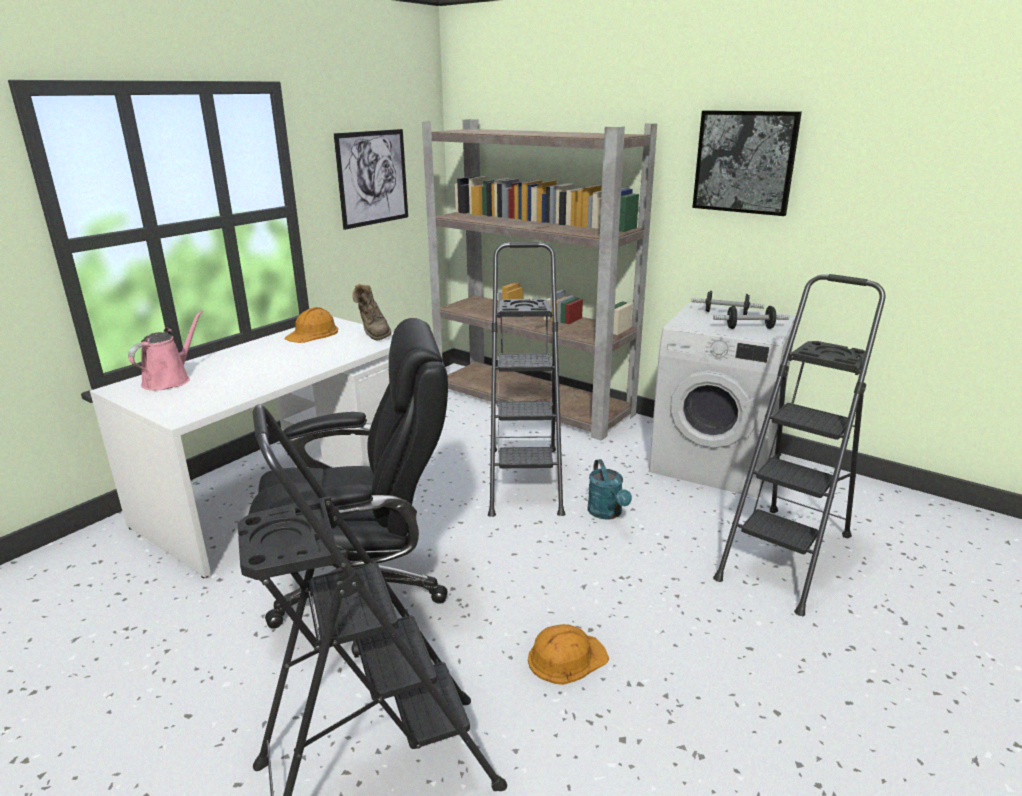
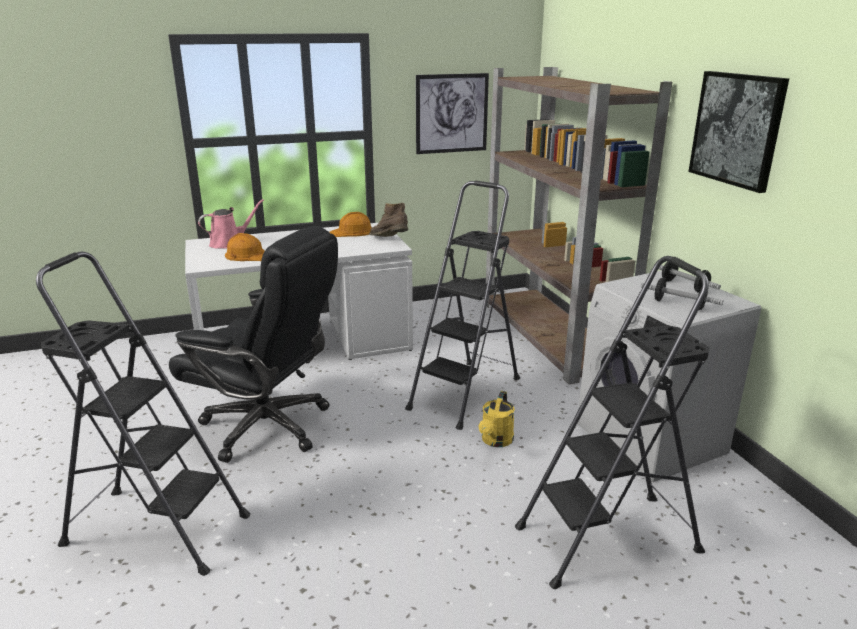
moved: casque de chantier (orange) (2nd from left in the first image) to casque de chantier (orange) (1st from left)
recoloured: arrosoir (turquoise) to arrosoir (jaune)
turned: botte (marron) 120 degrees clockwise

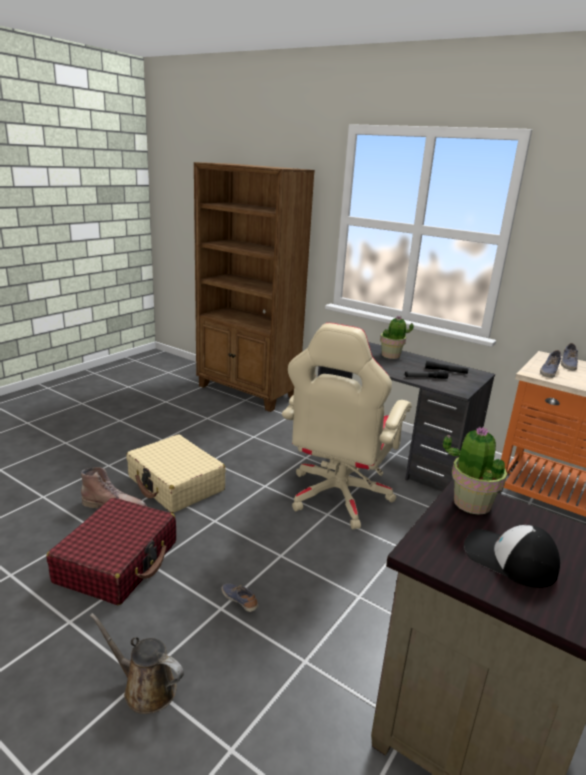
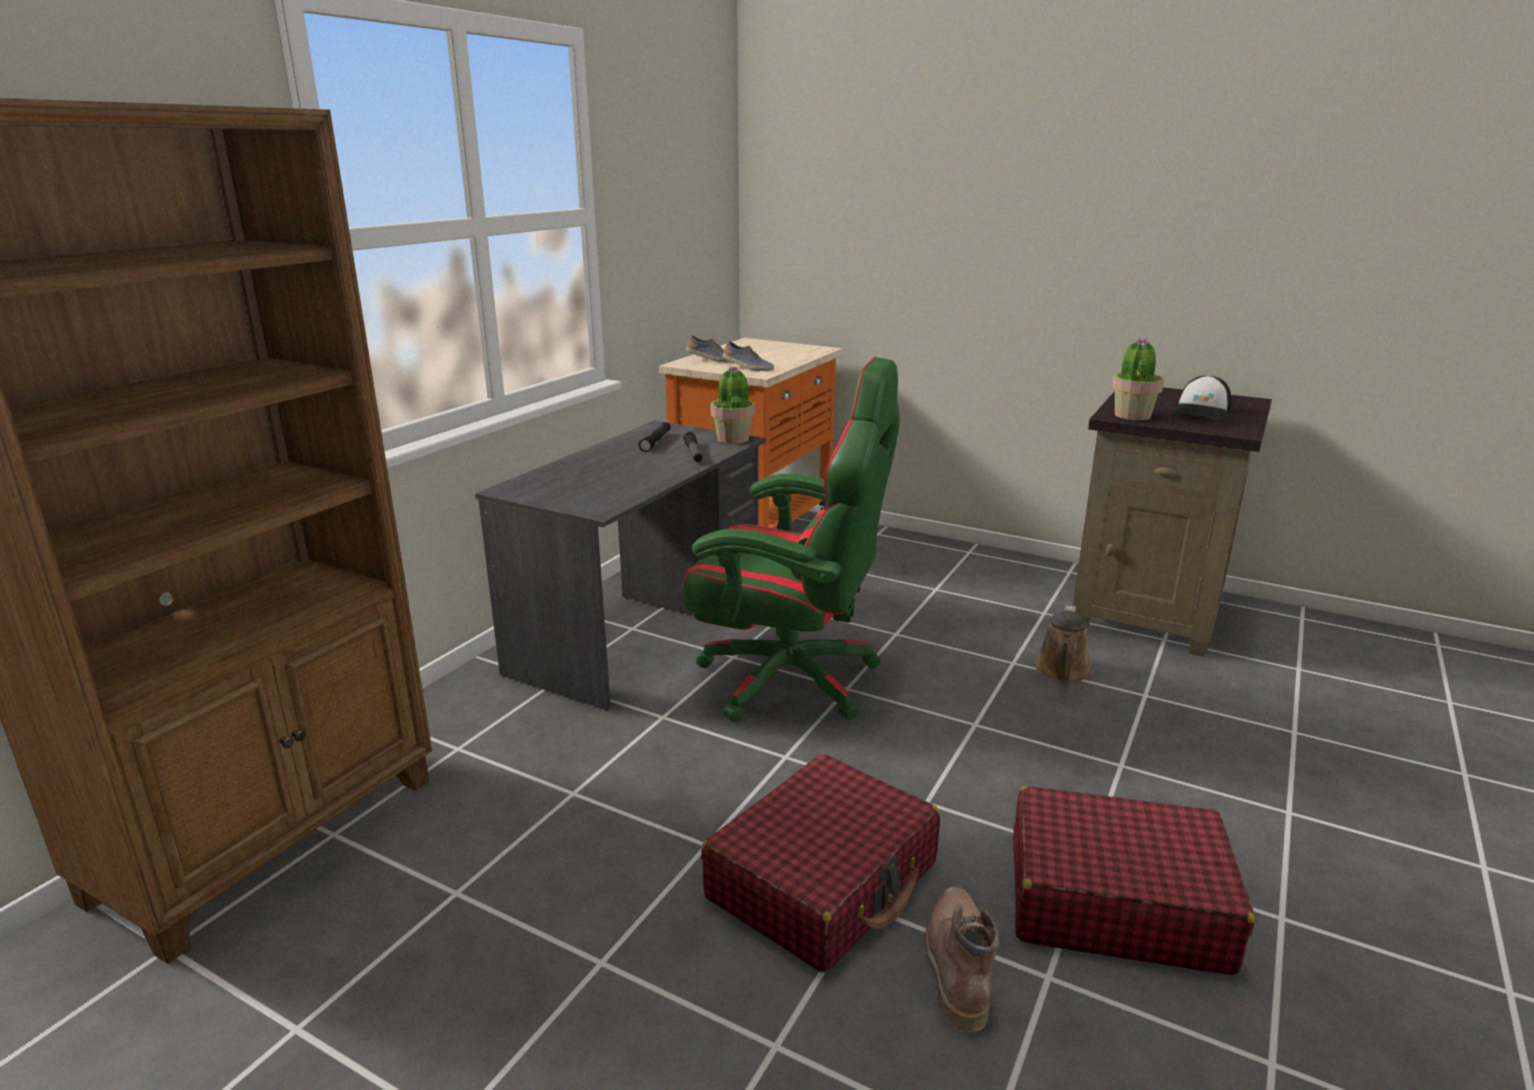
removed: chaussure (1st from left)
moved: arrosoir (marron); plante en pot (1st from left)
recoloured: valise (beige) to valise (rouge) (1st from left); chaise de bureau (beige) to chaise de bureau (vert)

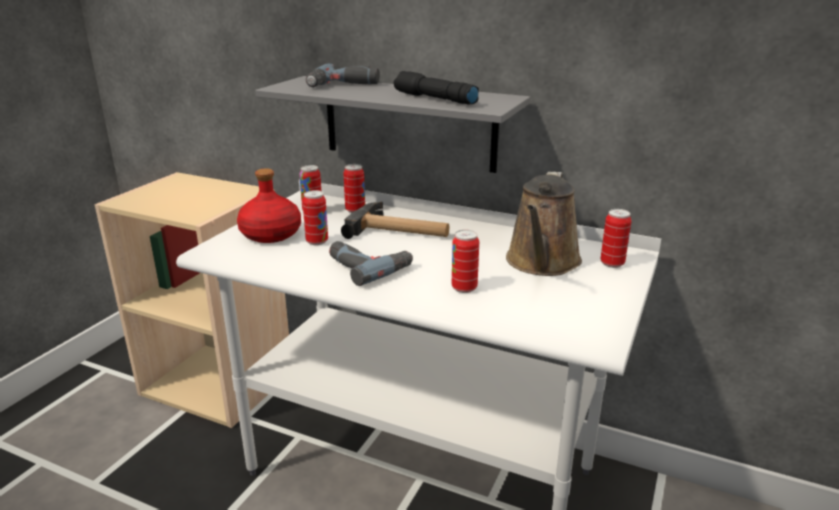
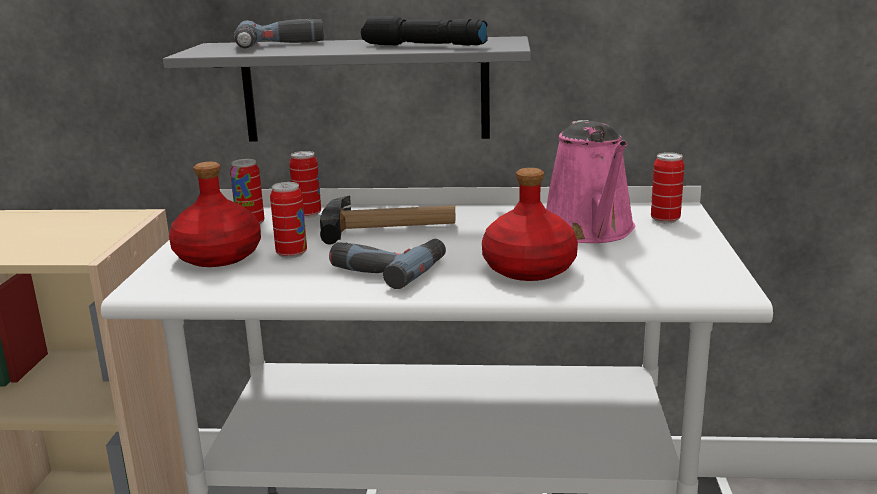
replaced: boîte métallique (4th from left) to bouteille (rouge) (2nd from left)
recoloured: arrosoir (marron) to arrosoir (rose)

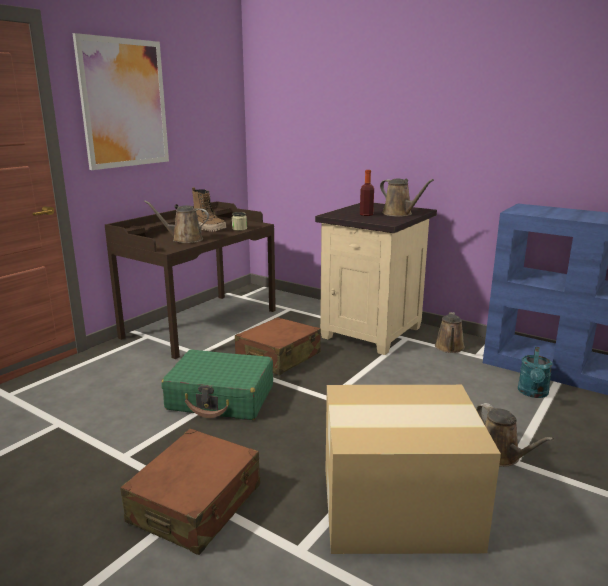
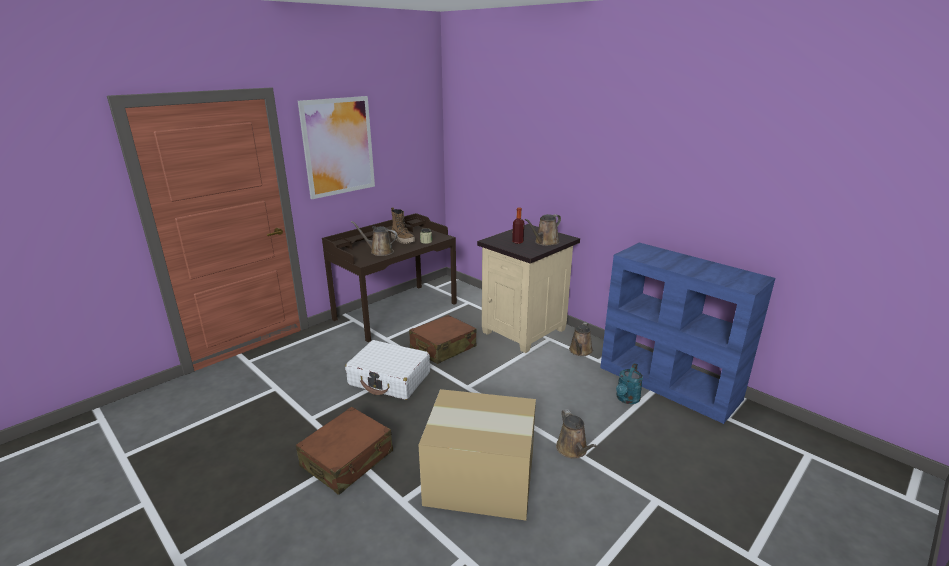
recoloured: valise (vert) to valise (blanc)
turned: arrosoir (marron) (2nd from left) 75 degrees clockwise

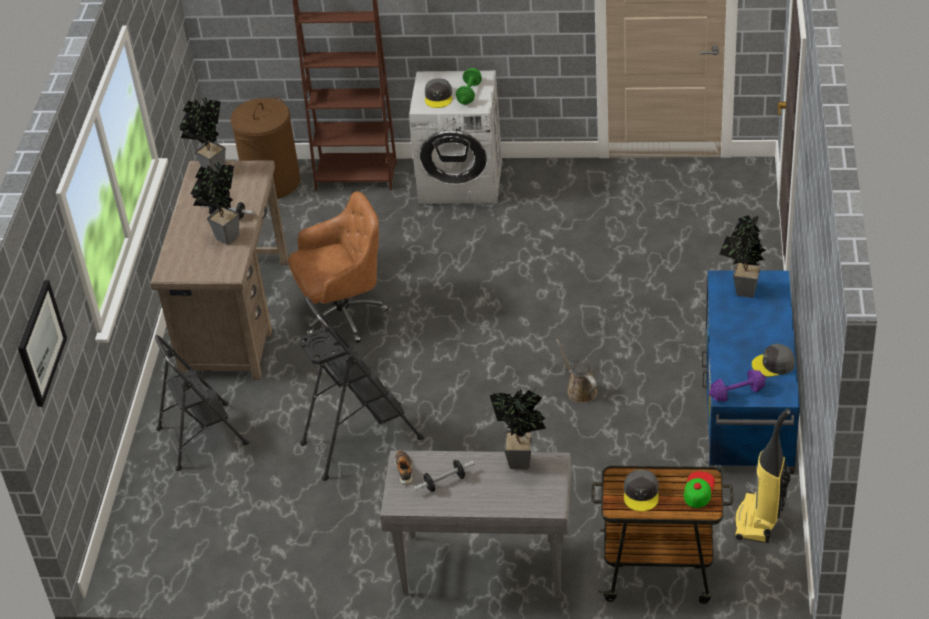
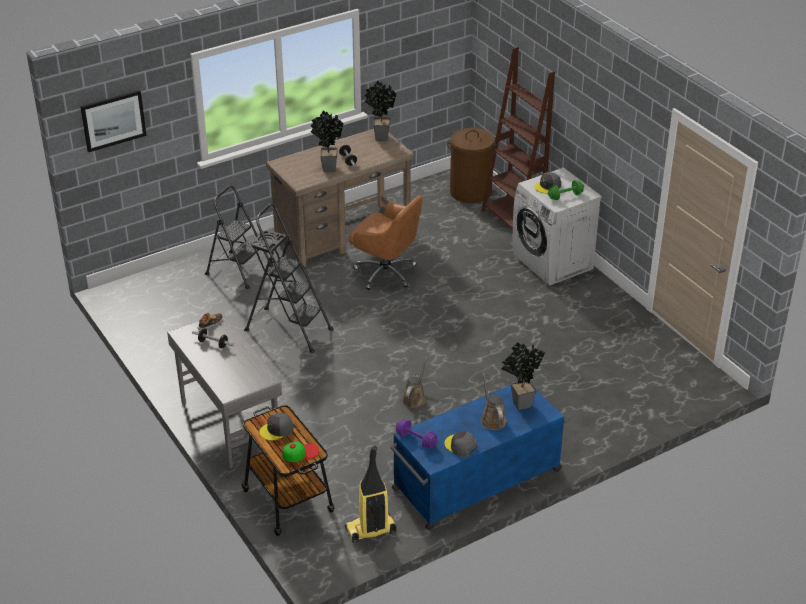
removed: plante en pot (3rd from left)
added: arrosoir (marron) (2nd from left)

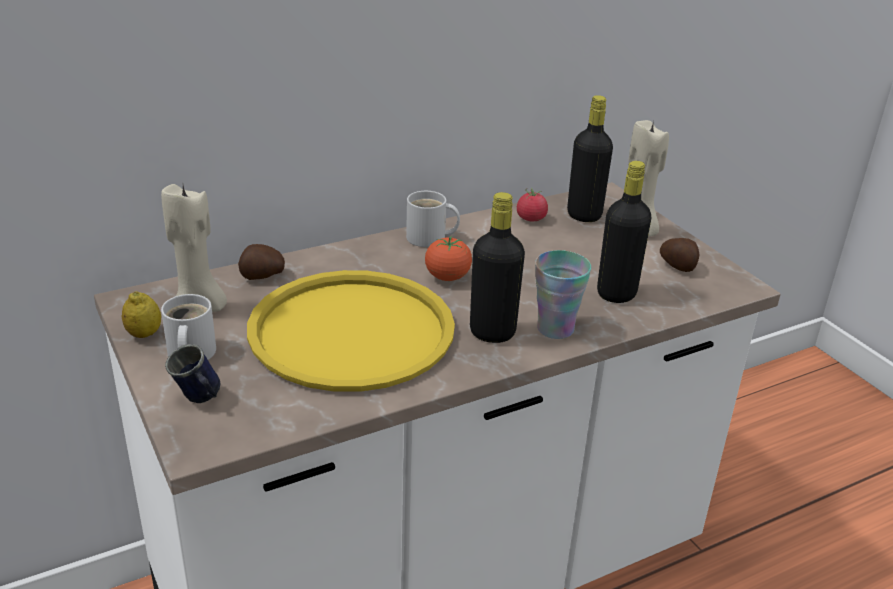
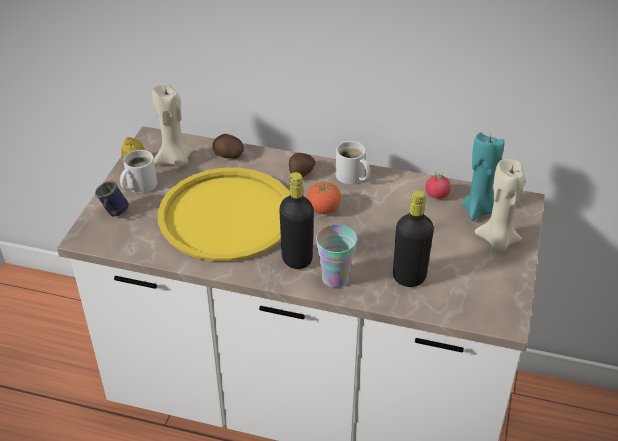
moved: pomme de terre (2nd from left)
replaced: bouteille (noir) (2nd from left) to bougie (turquoise)

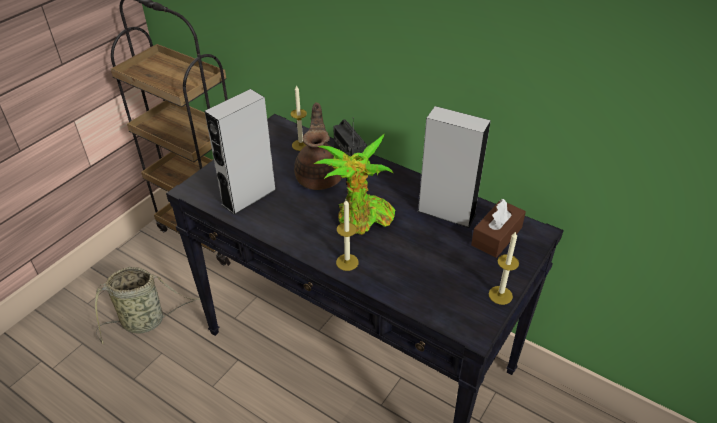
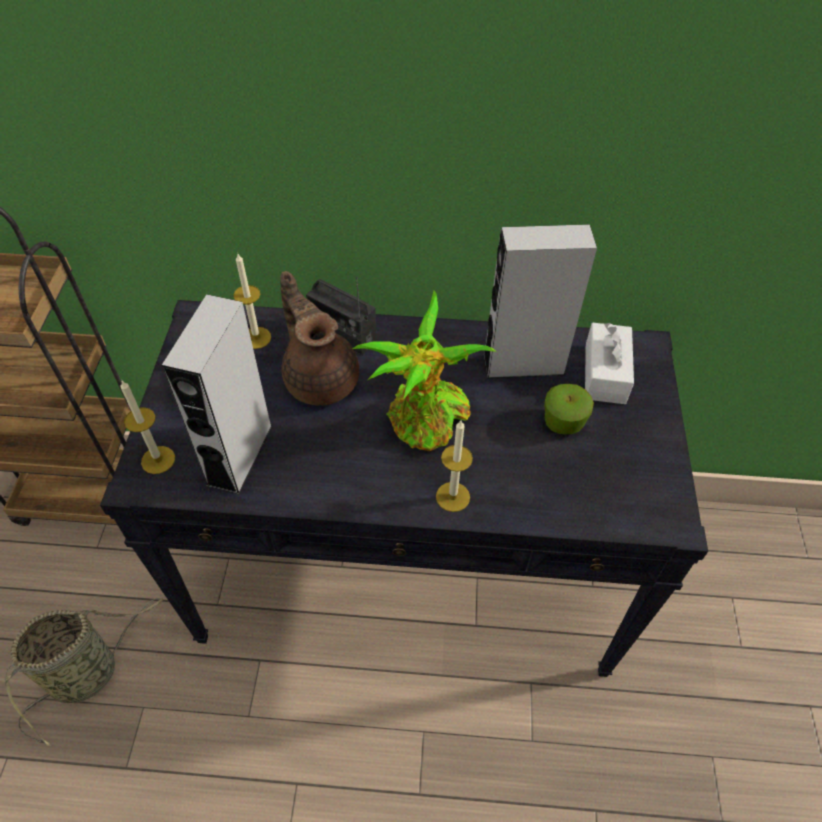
added: pomme
moved: bougie (3rd from left in the first image) to bougie (1st from left)
recoloured: boîte à mouchoirs (marron) to boîte à mouchoirs (blanc)

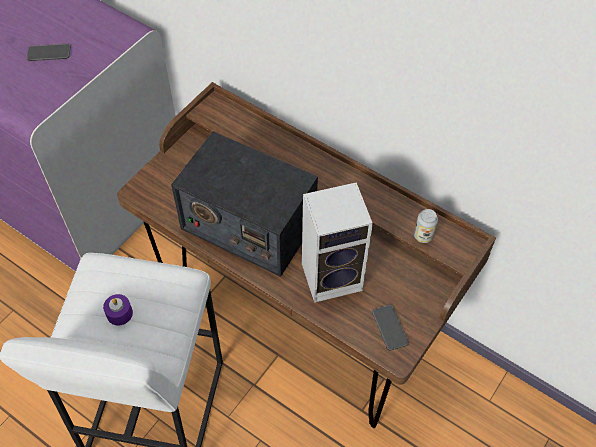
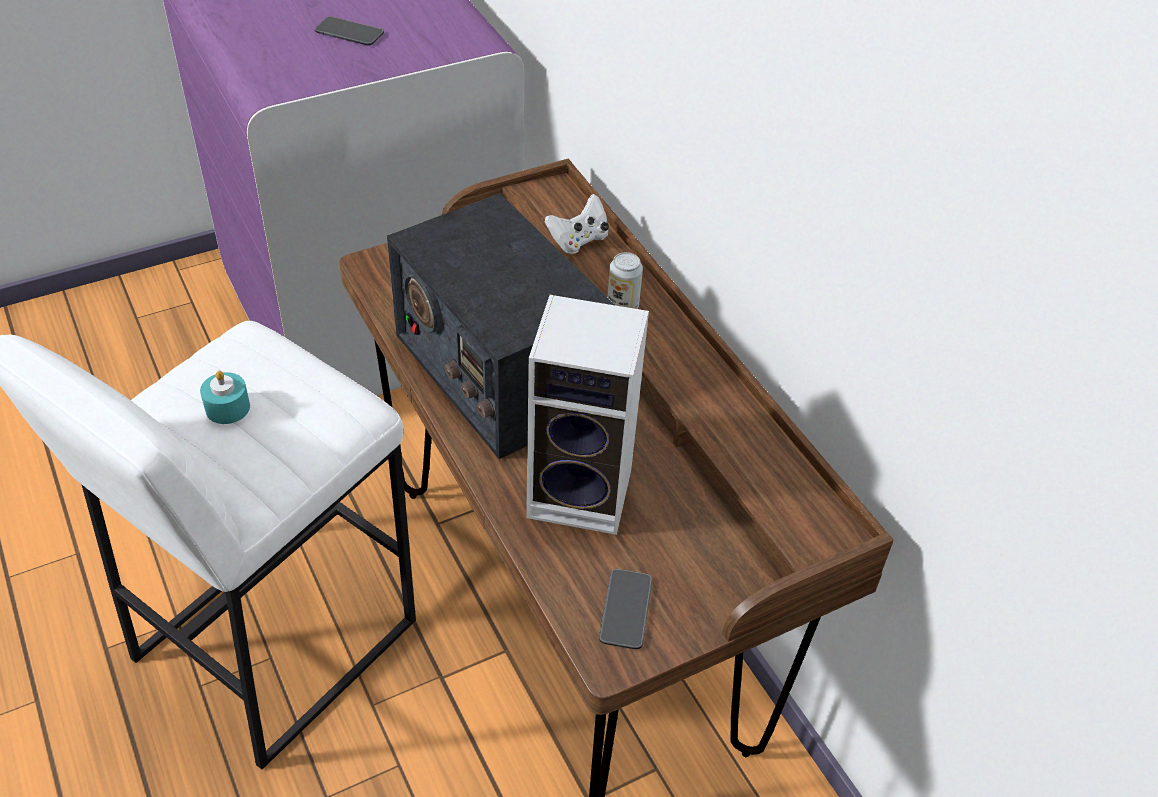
added: manette (blanc)
moved: boîte métallique
recoloured: bougie (violet) to bougie (turquoise)

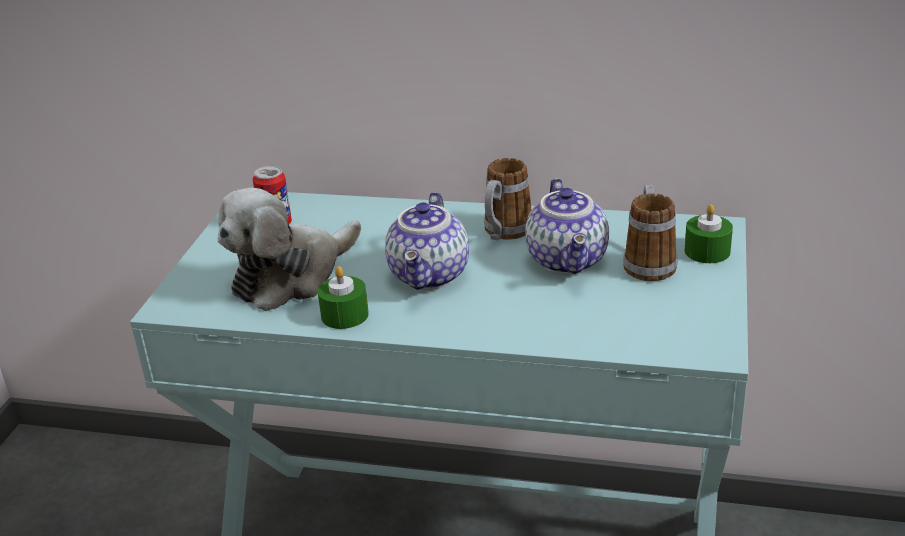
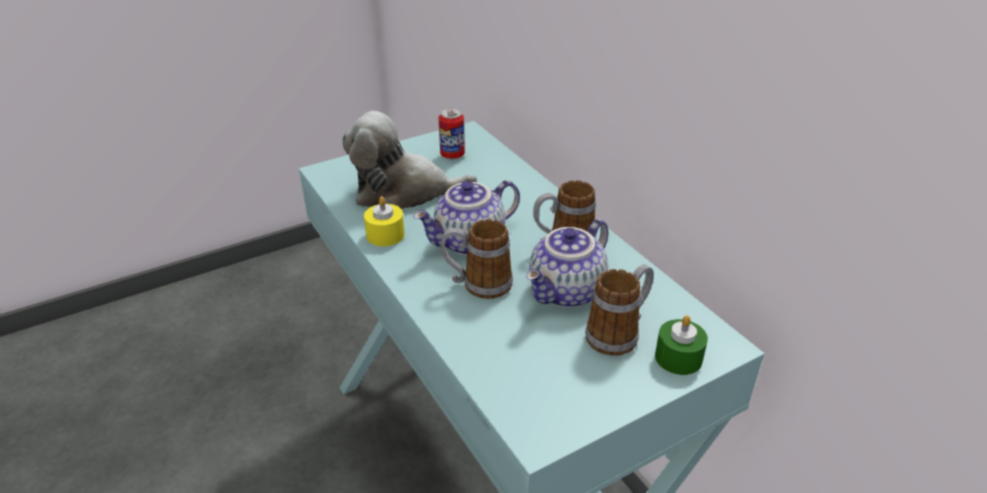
added: mug (1st from left)
recoloured: bougie (vert) (1st from left) to bougie (jaune)

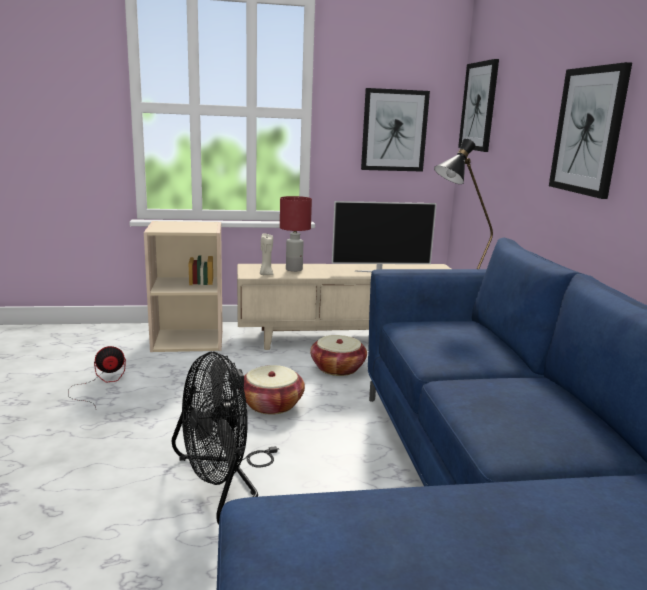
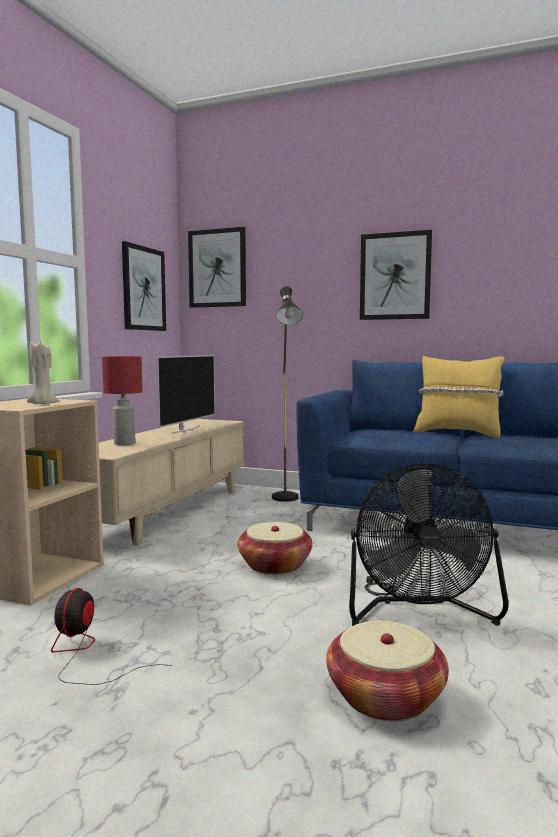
added: coussin (jaune)
moved: bougie (beige); panier (2nd from left)

